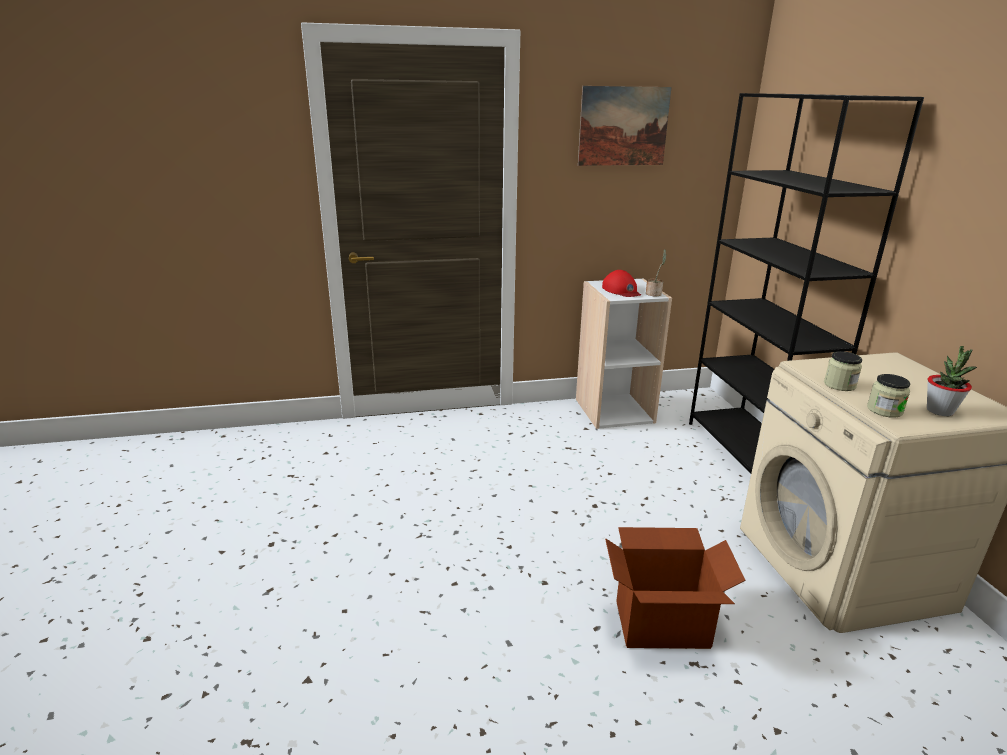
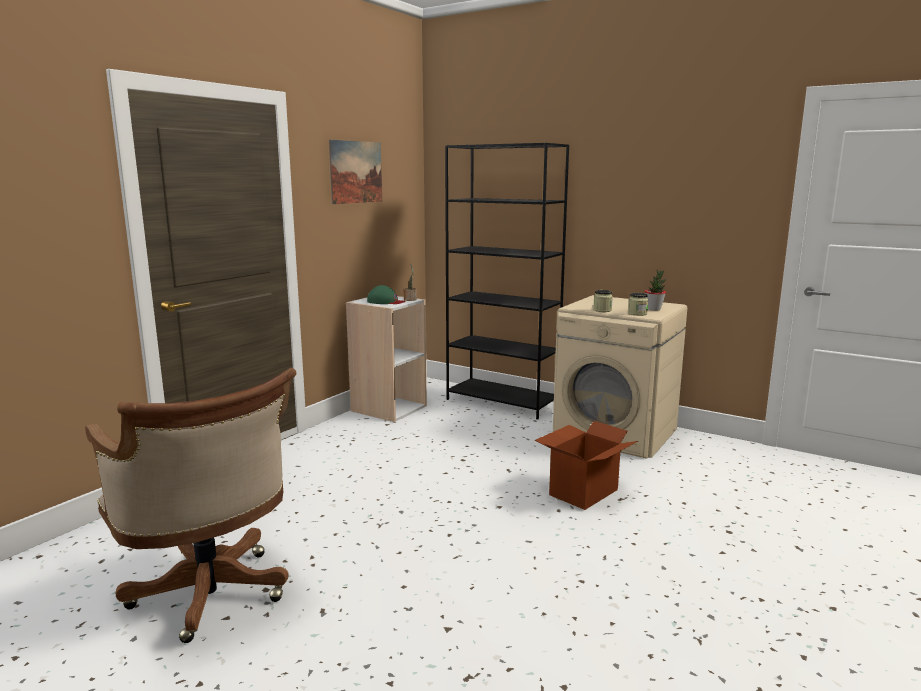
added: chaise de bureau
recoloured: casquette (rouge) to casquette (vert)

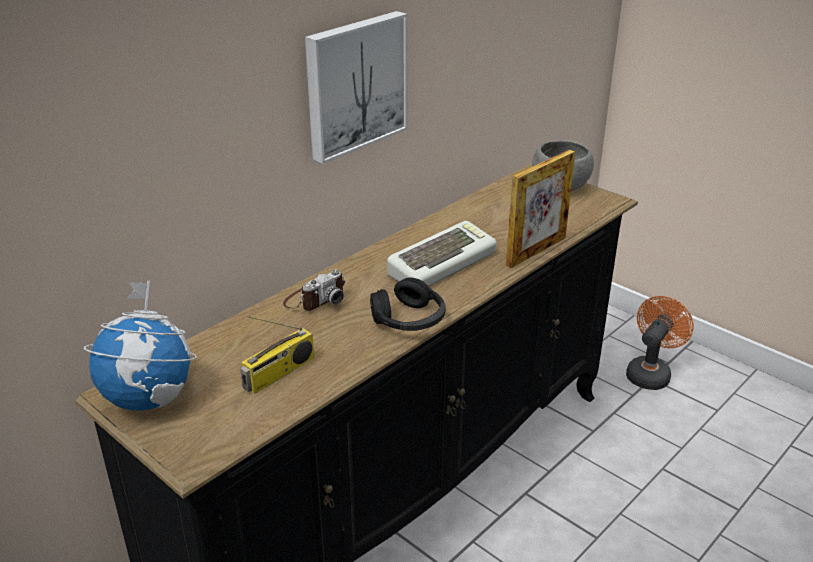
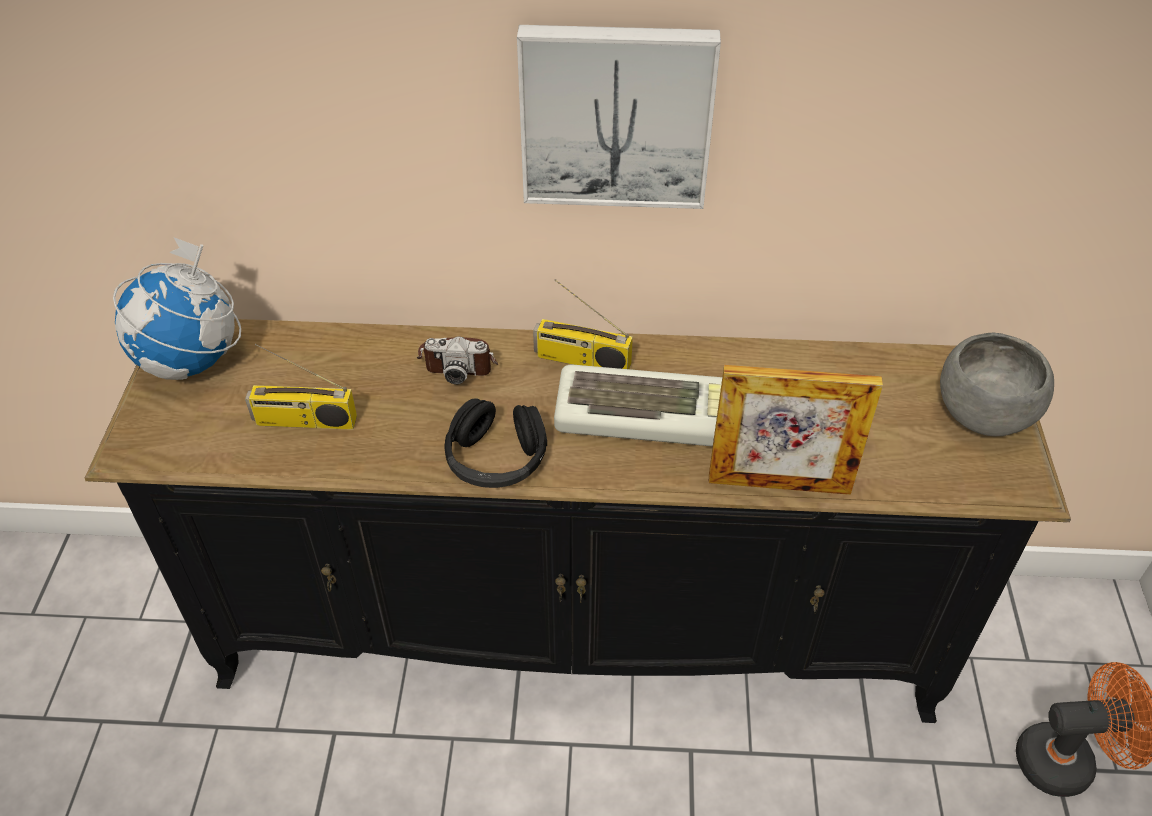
added: radio (2nd from left)

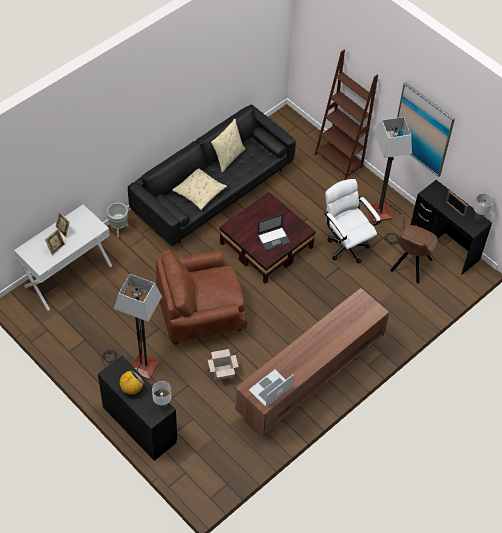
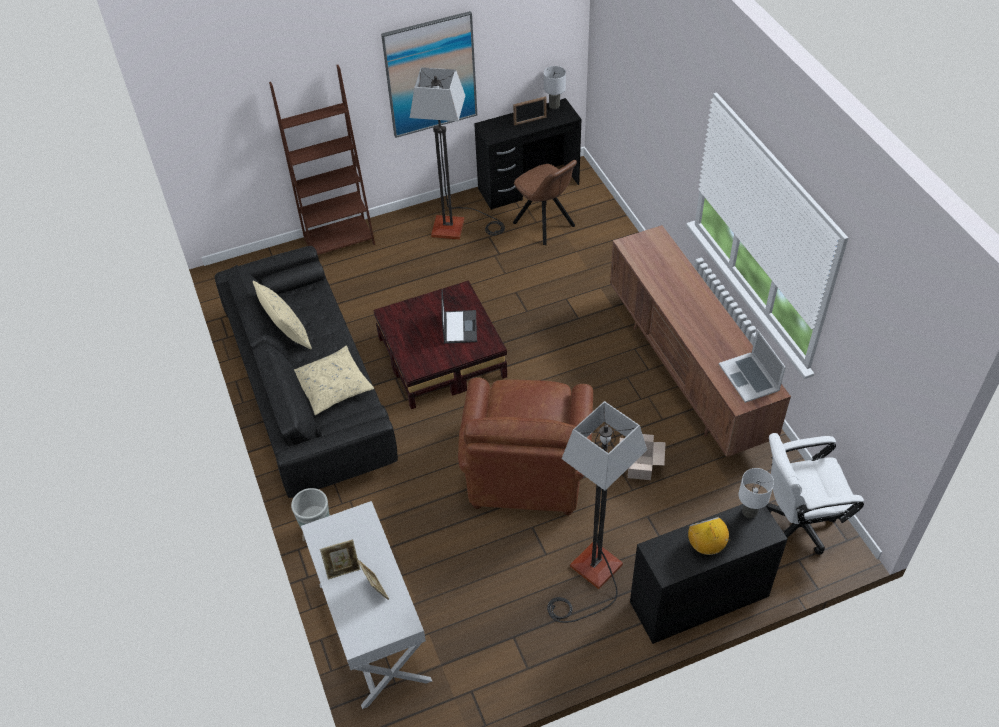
moved: chaise de bureau (blanc)

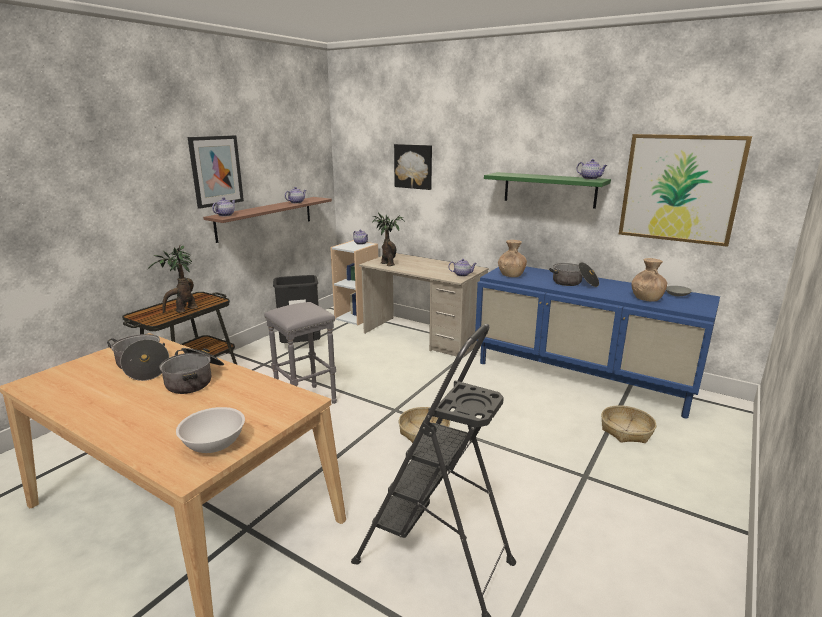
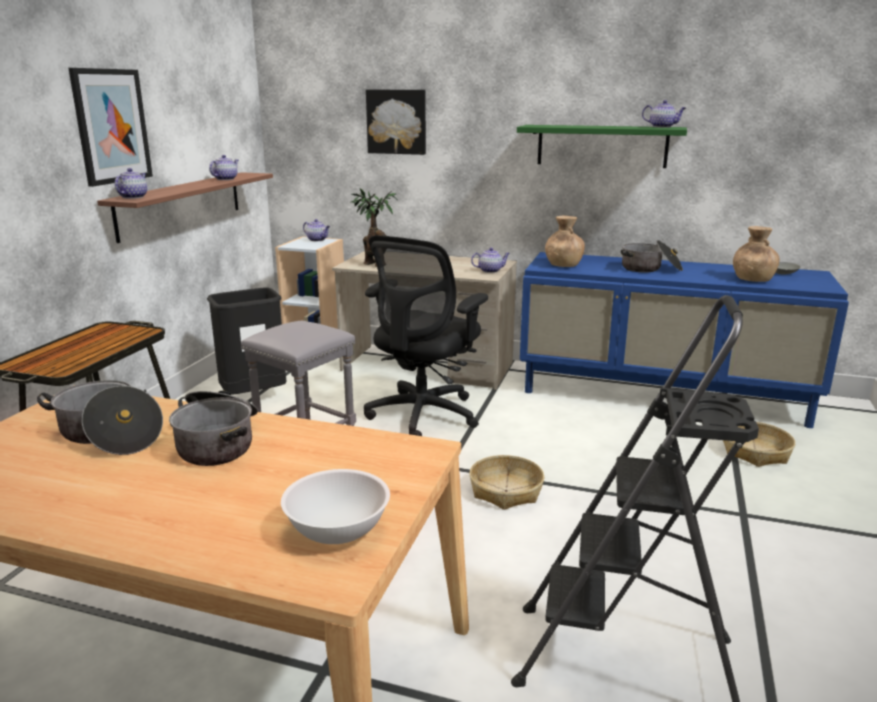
removed: plante en pot (1st from left); tableau (3rd from left)
added: chaise de bureau (noir)

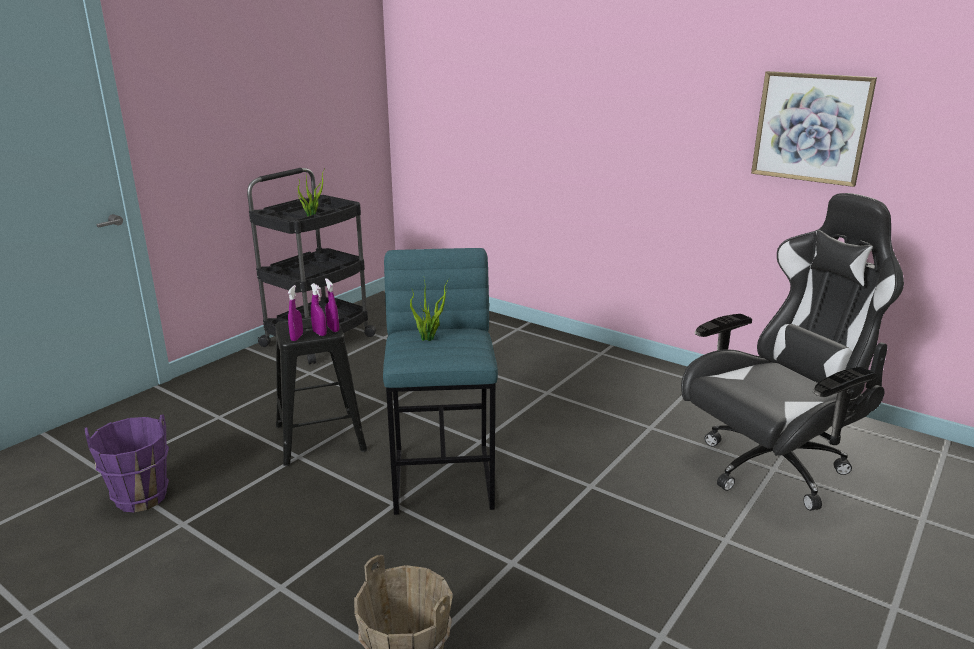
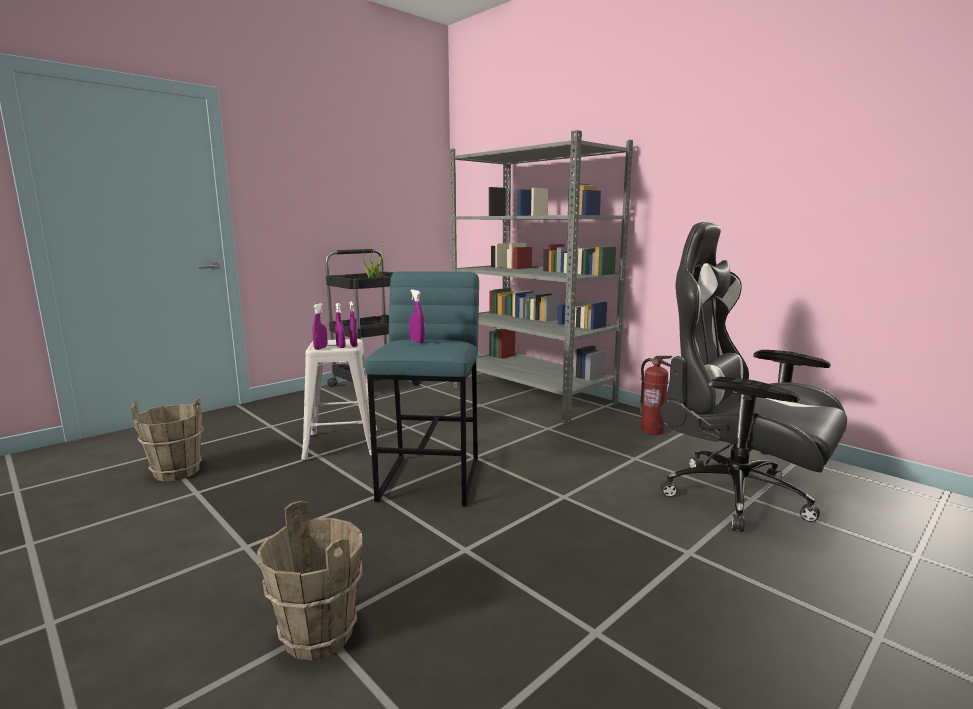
removed: tableau
added: bibliothèque (gris); extincteur
replaced: plante en pot (2nd from left) to vaporisateur (violet) (4th from left)
recoloured: seau (violet) to seau (marron) (1st from left); tabouret (noir) to tabouret (blanc)
turned: chaise de bureau (noir) 120 degrees counterclockwise

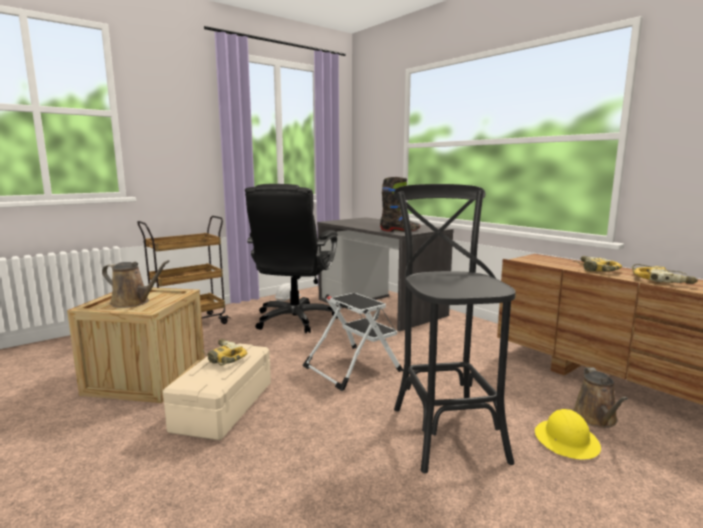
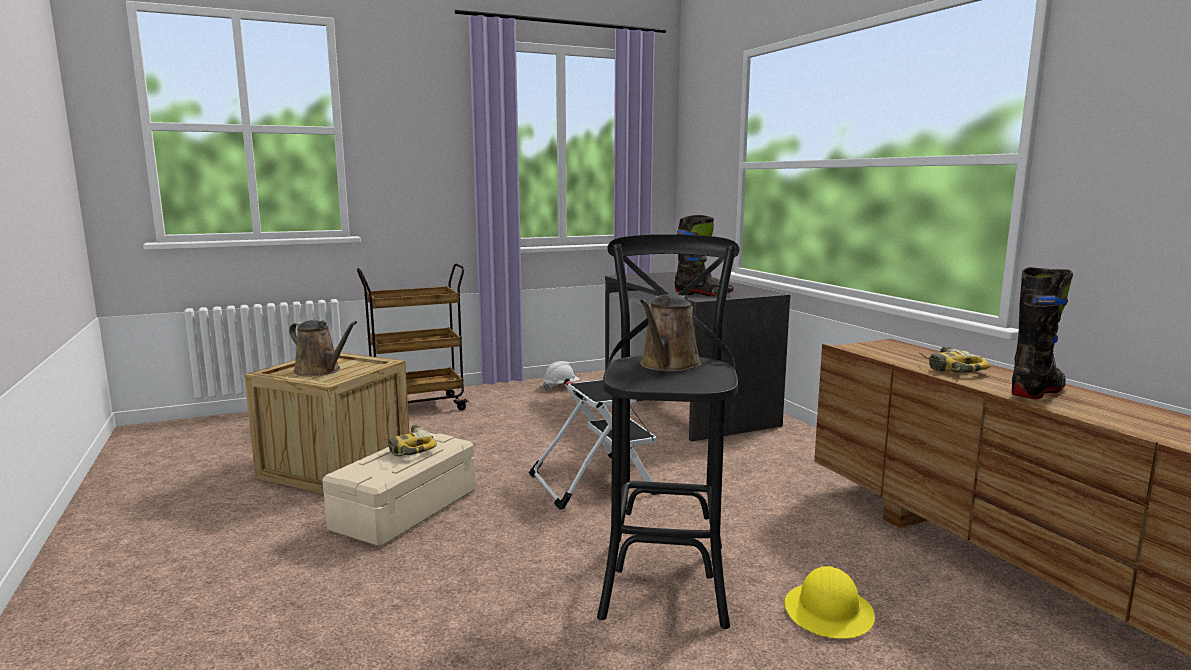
removed: chaise de bureau (noir)
moved: arrosoir (marron) (2nd from left)
replaced: perceuse (3rd from left) to botte (noir) (2nd from left)

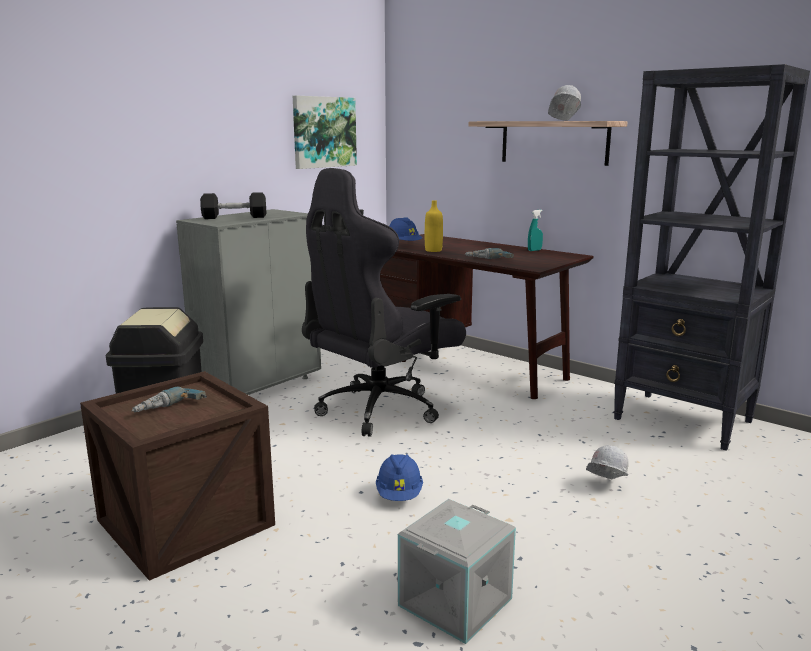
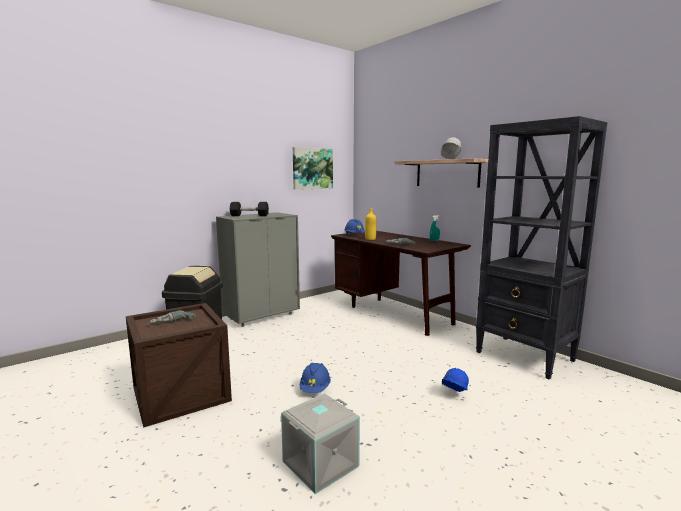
removed: chaise de bureau (noir)
recoloured: casque de chantier (blanc) (2nd from left) to casque de chantier (bleu) (3rd from left)

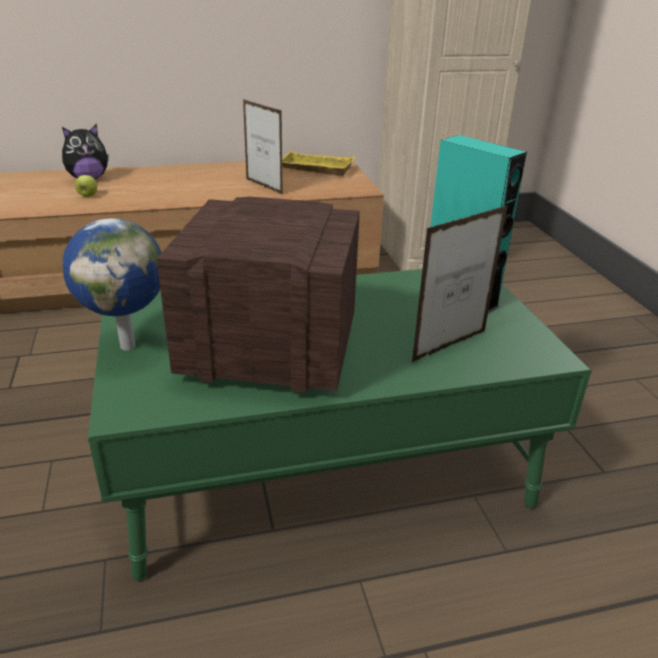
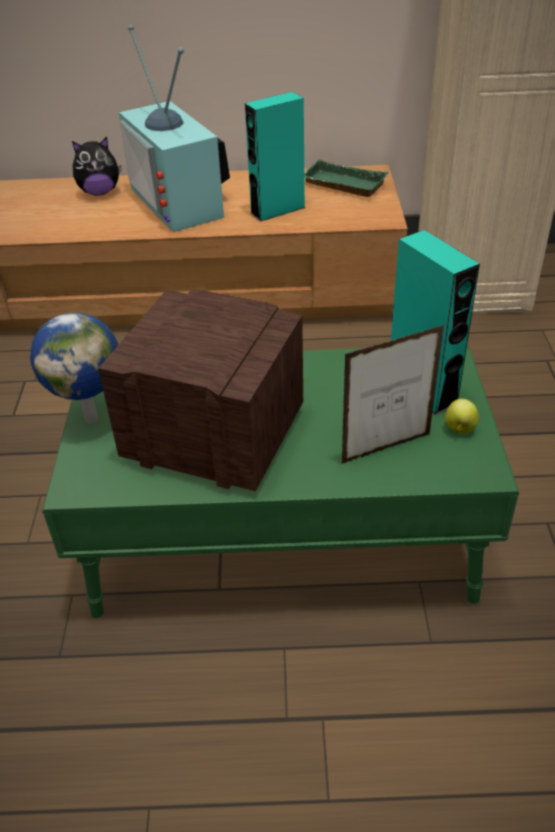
added: téléviseur
moved: pomme
replaced: cadre photo (1st from left) to enceinte (turquoise) (1st from left)
recoloured: plateau (jaune) to plateau (vert)

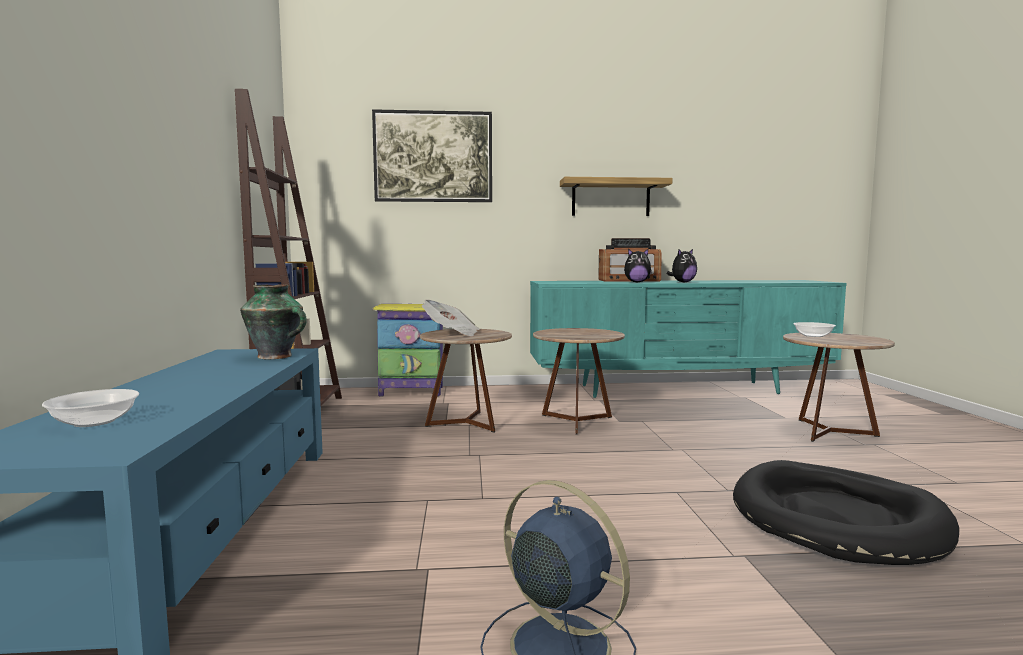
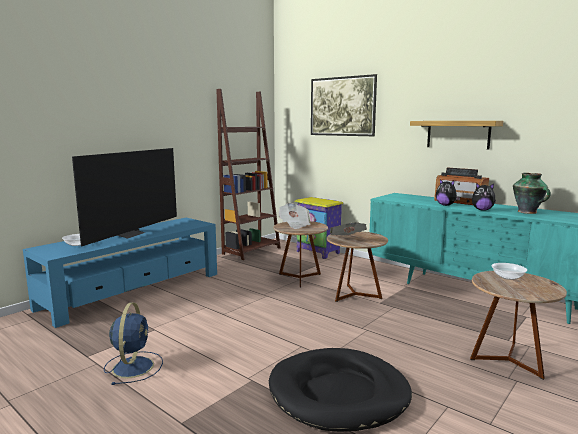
added: téléviseur; journal (2nd from left)
moved: vase

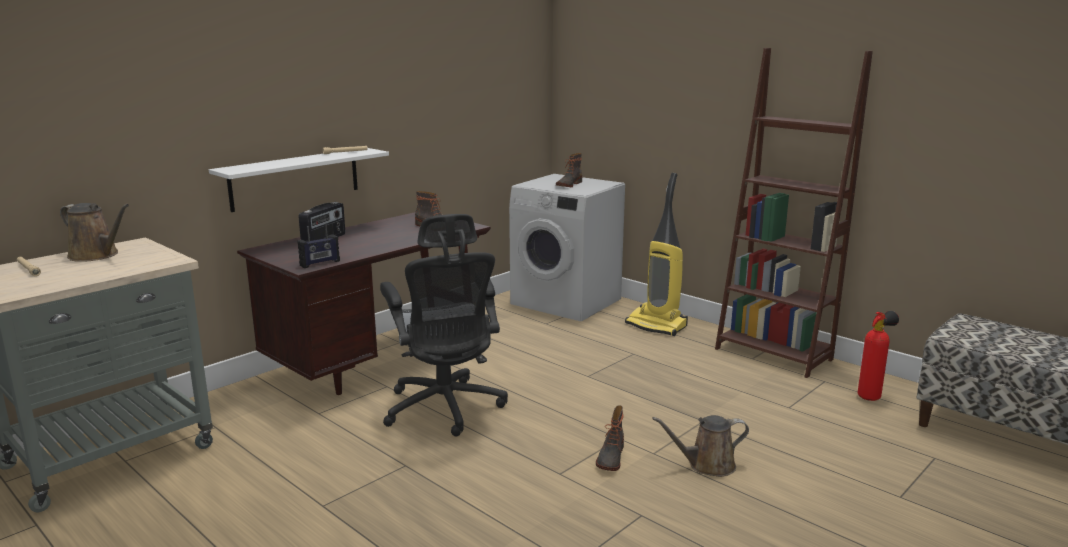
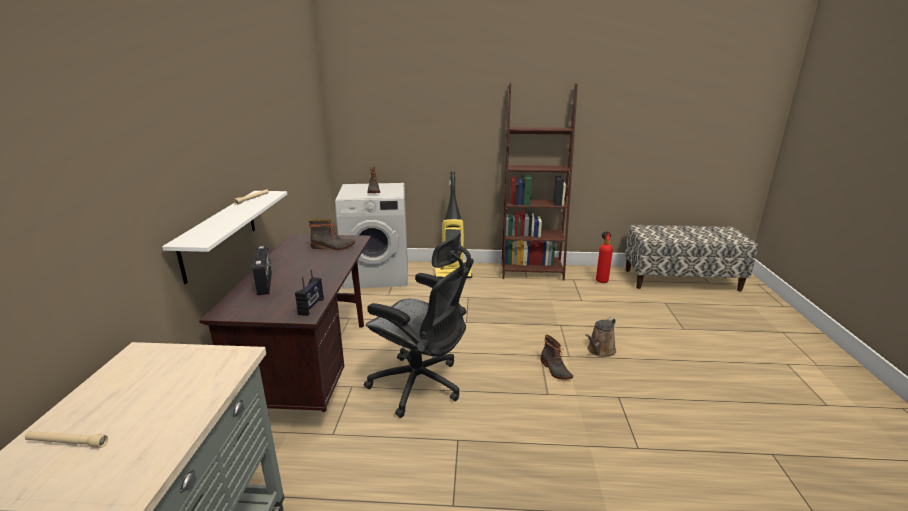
removed: arrosoir (marron) (1st from left)

